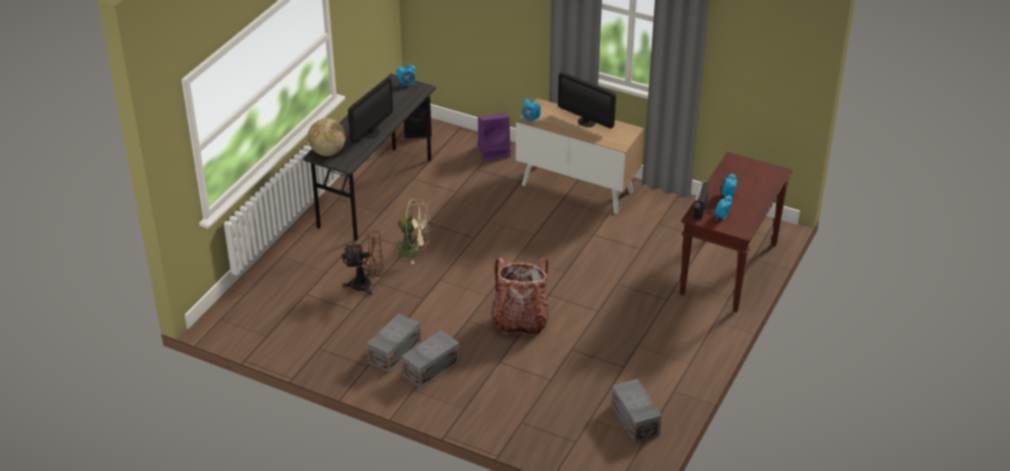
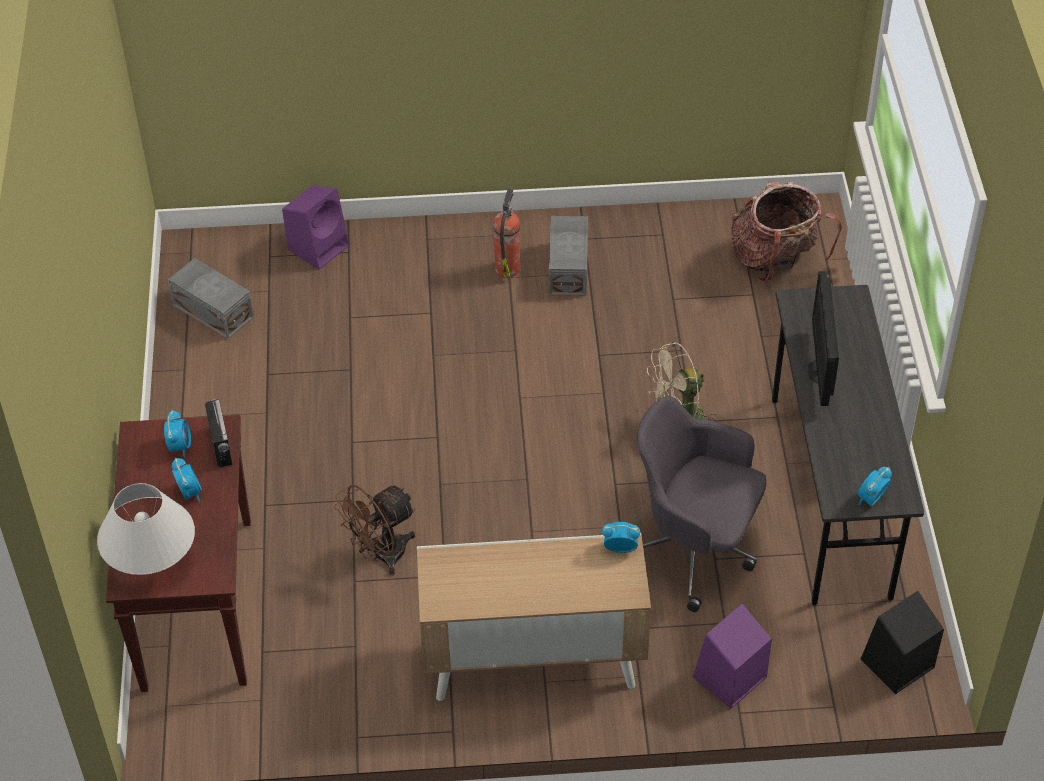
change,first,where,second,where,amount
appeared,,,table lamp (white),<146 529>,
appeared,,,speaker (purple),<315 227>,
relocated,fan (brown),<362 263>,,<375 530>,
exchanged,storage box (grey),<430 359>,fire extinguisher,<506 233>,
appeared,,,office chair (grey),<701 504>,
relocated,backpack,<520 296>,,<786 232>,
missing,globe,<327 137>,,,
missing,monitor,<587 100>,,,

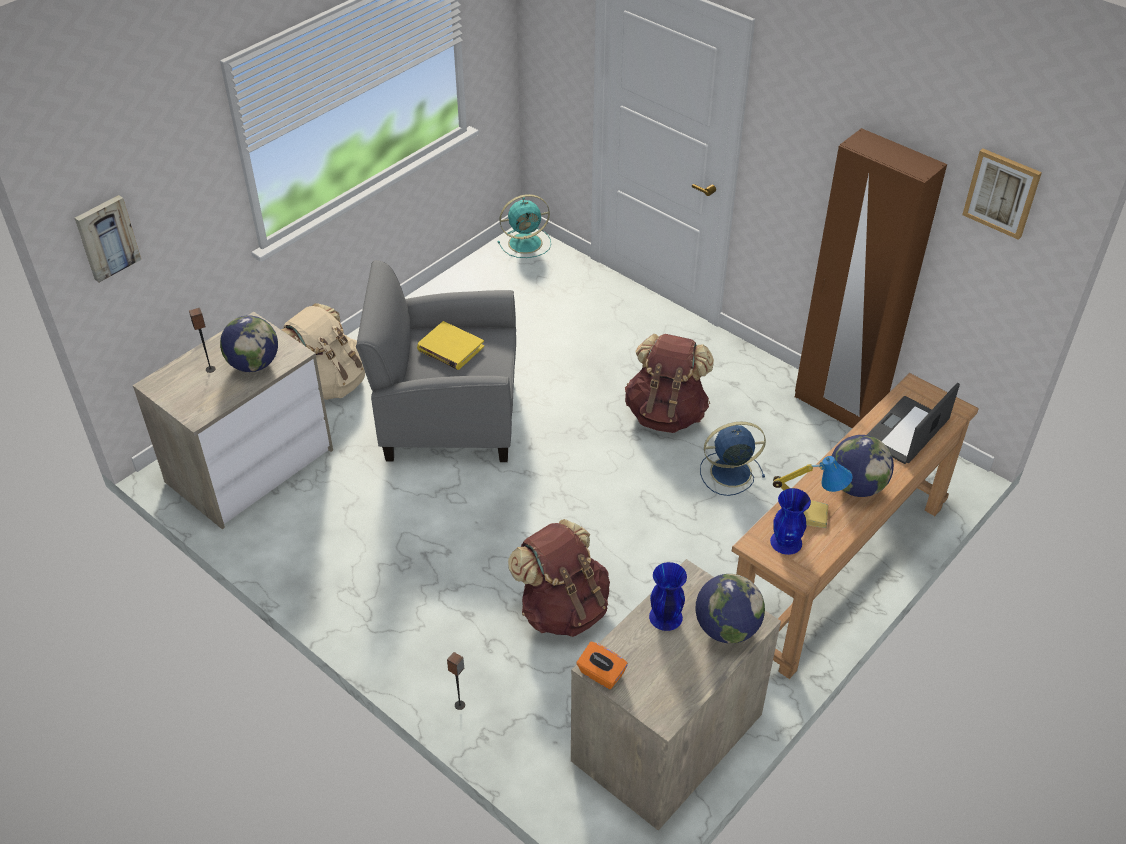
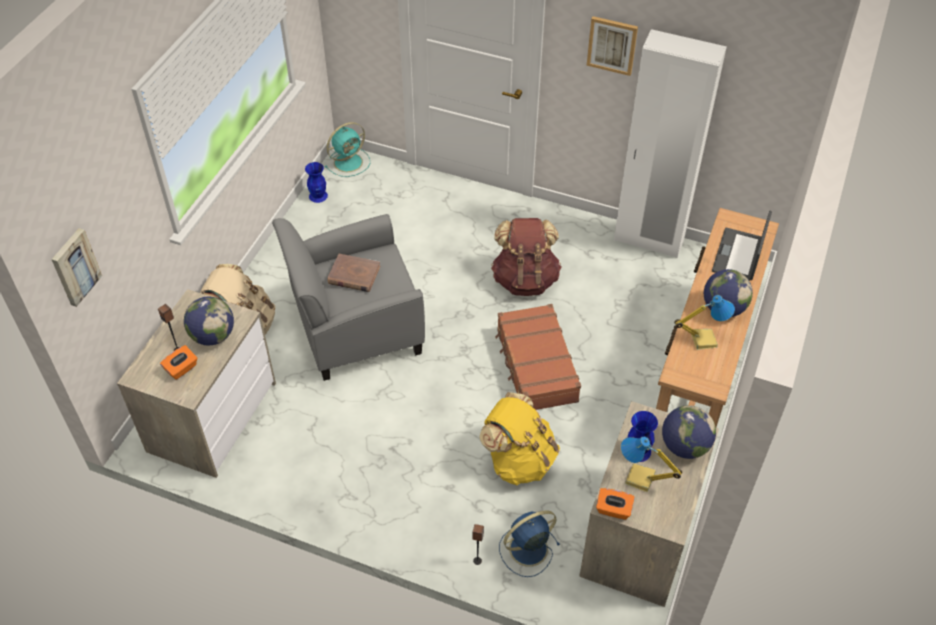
change,first,where,second,where,amount
appeared,,,tissue box (orange),<179 362>,
relocated,vase (blue),<790 521>,,<316 182>,
colour,book (yellow),<450 345>,book (brown),<353 273>,
colour,backpack (brown),<559 578>,backpack (yellow),<519 438>,
appeared,,,suitcase (brown),<538 357>,
relocated,fan (blue),<733 459>,,<529 543>,
relocated,picture,<1002 194>,,<612 46>,
colour,wardrobe (brown),<871 278>,wardrobe (white),<670 143>,
appeared,,,table lamp,<652 465>,

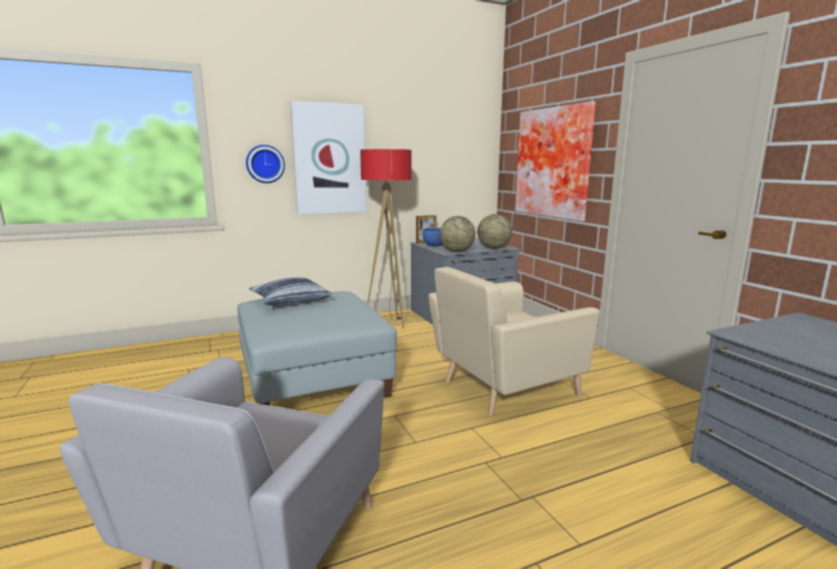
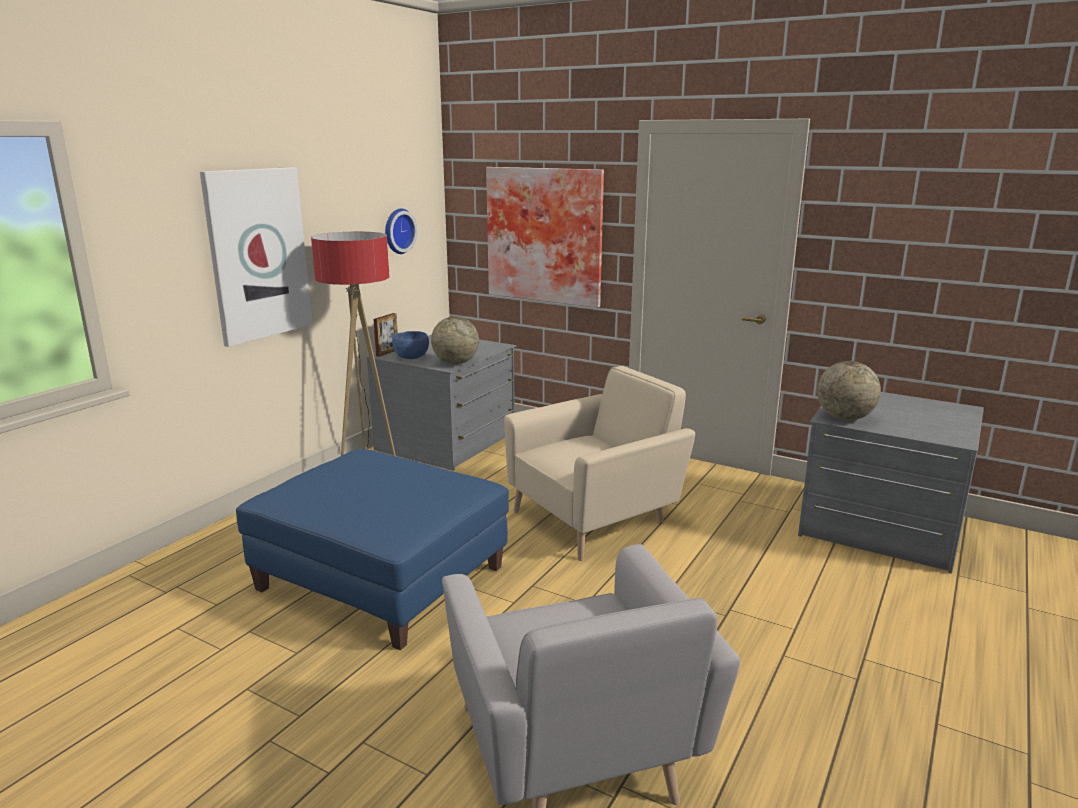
change,first,where,second,where,amount
colour,ottoman (grey),<317 348>,ottoman (blue),<372 549>,
relocated,wall clock,<265 164>,,<401 231>,
spun,armchair (beige),<514 341>,,<599 463>,150 degrees counterclockwise
relocated,globe,<494 231>,,<849 390>,
missing,pillow,<290 291>,,,

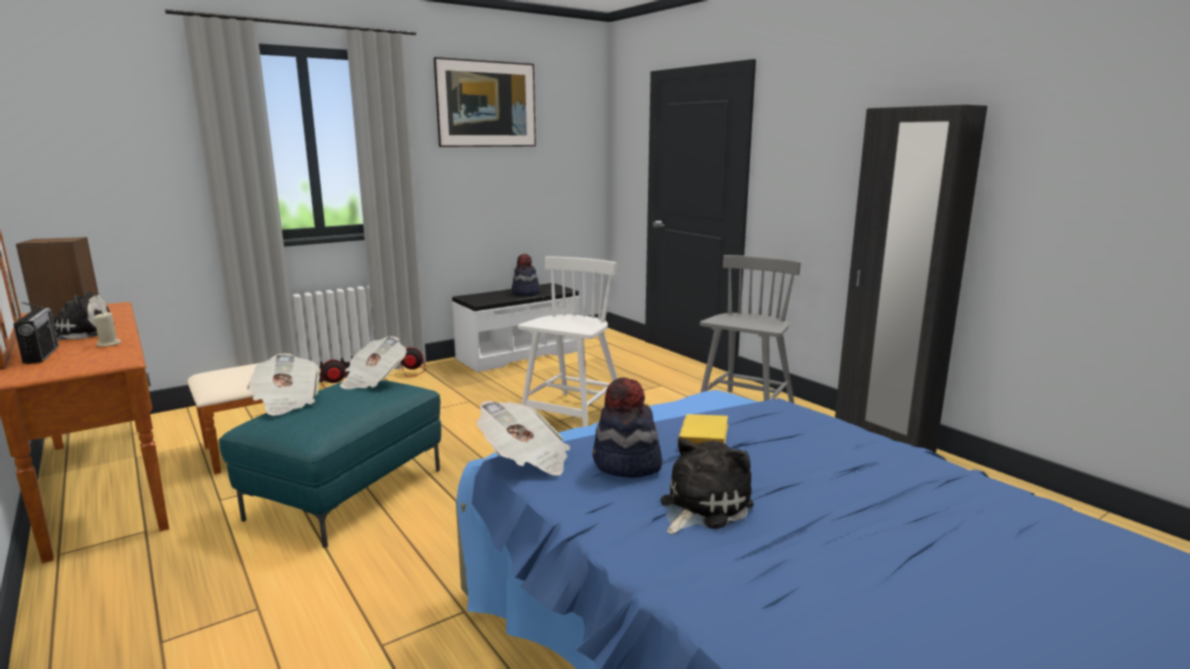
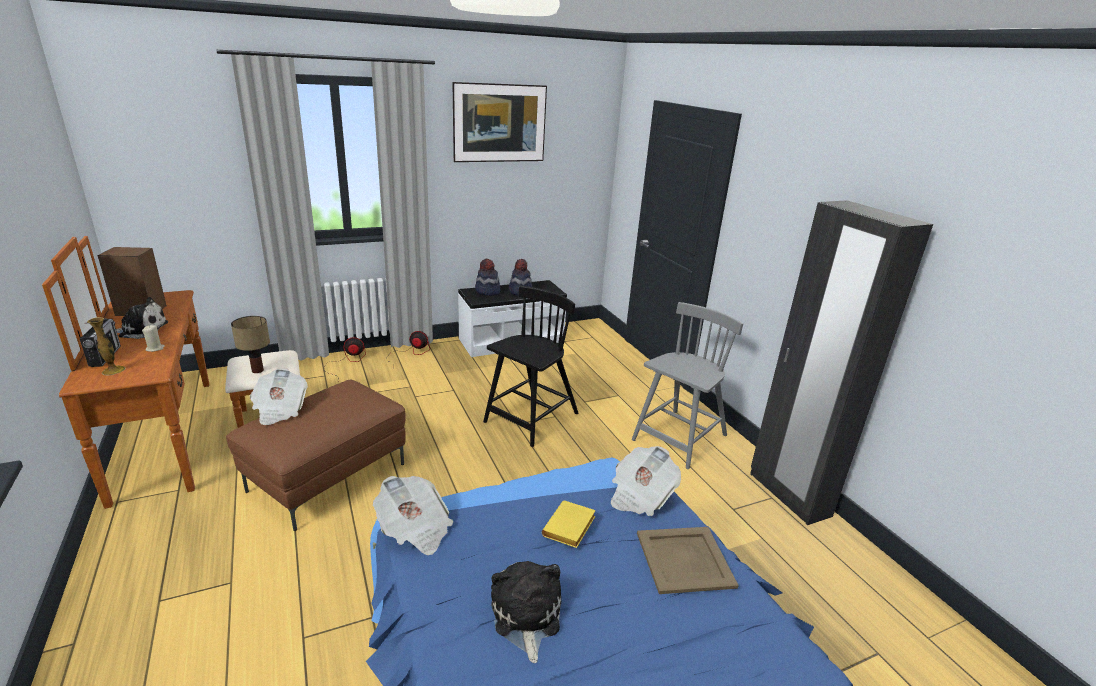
change,first,where,second,where,amount
appeared,,,vase,<106 346>,
colour,ottoman (turquoise),<330 464>,ottoman (brown),<316 455>,
appeared,,,table lamp,<250 344>,
relocated,hat,<627 428>,,<487 277>,
colour,chair (white),<568 341>,chair (black),<530 366>,
spun,plush toy,<707 486>,,<526 612>,60 degrees counterclockwise
relocated,newspaper,<373 362>,,<645 481>,
appeared,,,tray (beige),<688 560>,

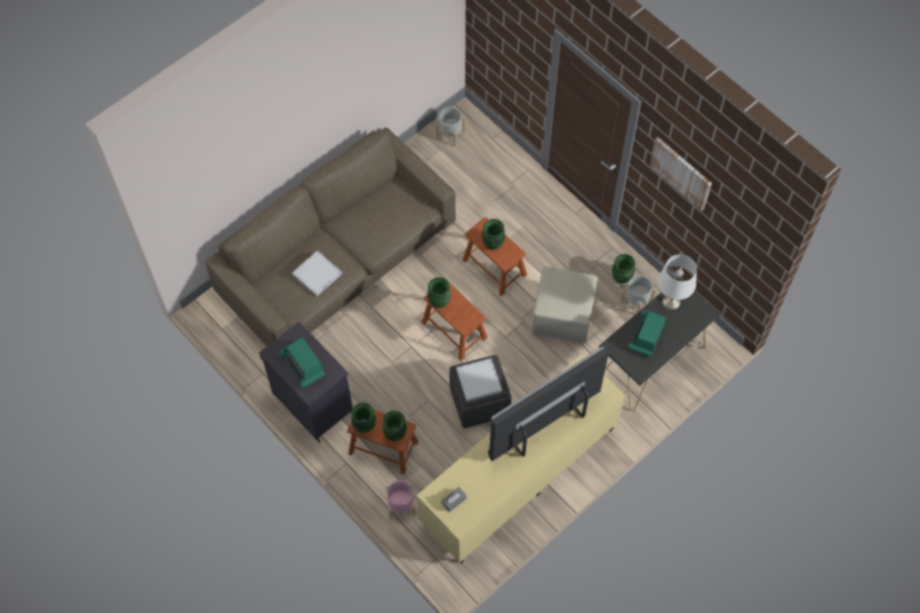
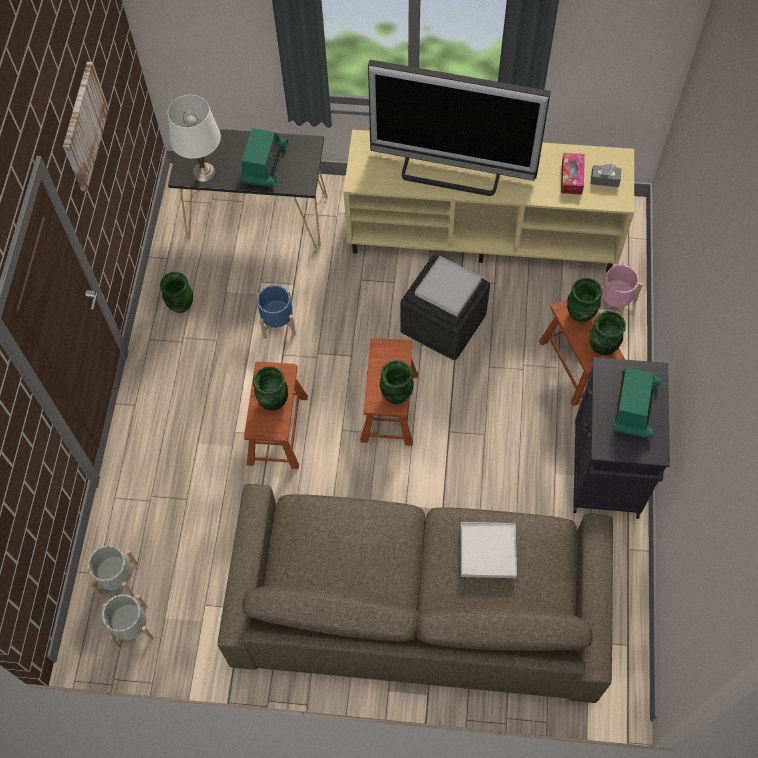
change,first,where,second,where,amount
relocated,planter (grey),<638 294>,,<113 571>,
spun,radio,<647 334>,,<264 158>,60 degrees counterclockwise
exchanged,ottoman (beige),<564 304>,planter (blue),<276 312>,
appeared,,,tissue box,<573 174>,

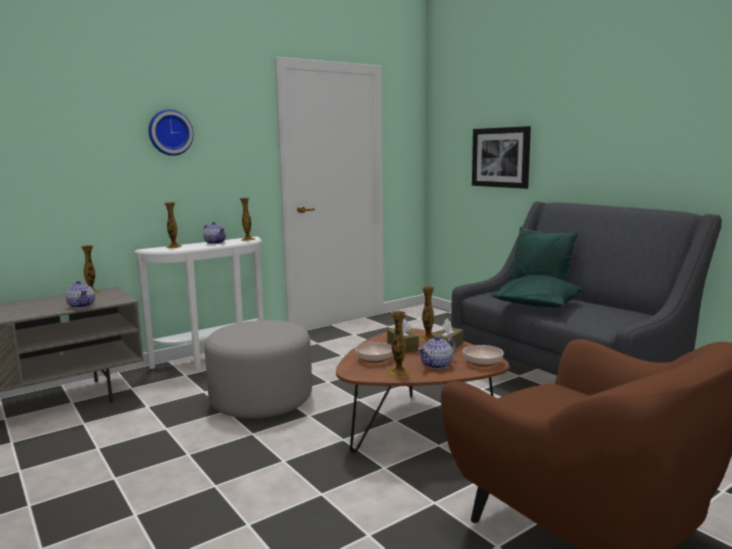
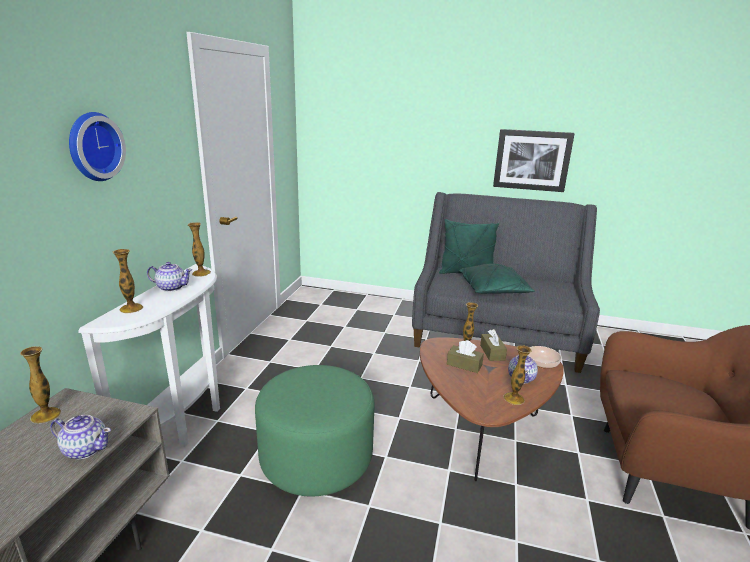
change,first,where,second,where,amount
colour,ottoman (grey),<258 369>,ottoman (green),<314 430>,
relocated,picture,<501 157>,,<534 160>,
missing,bowl,<374 353>,,,

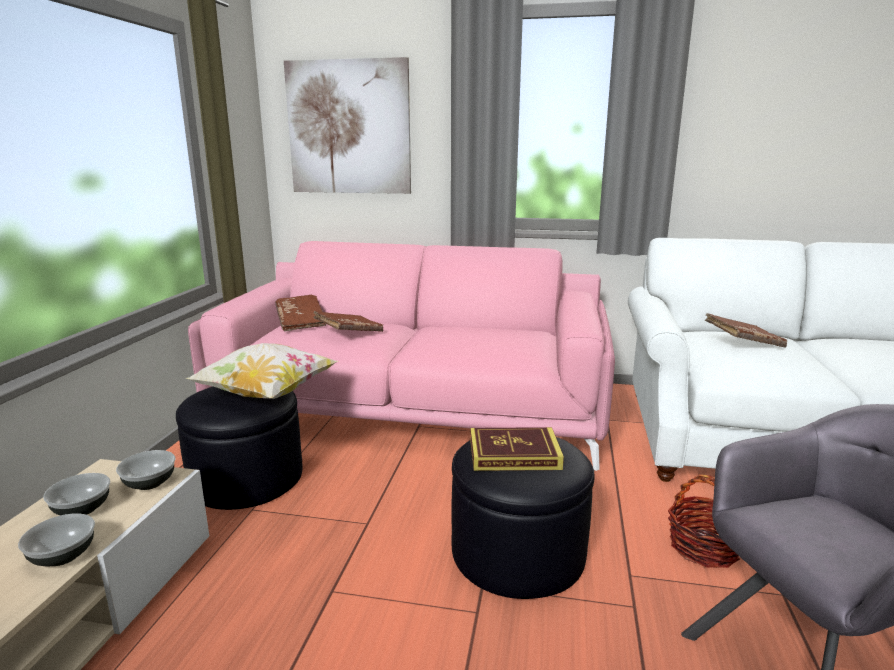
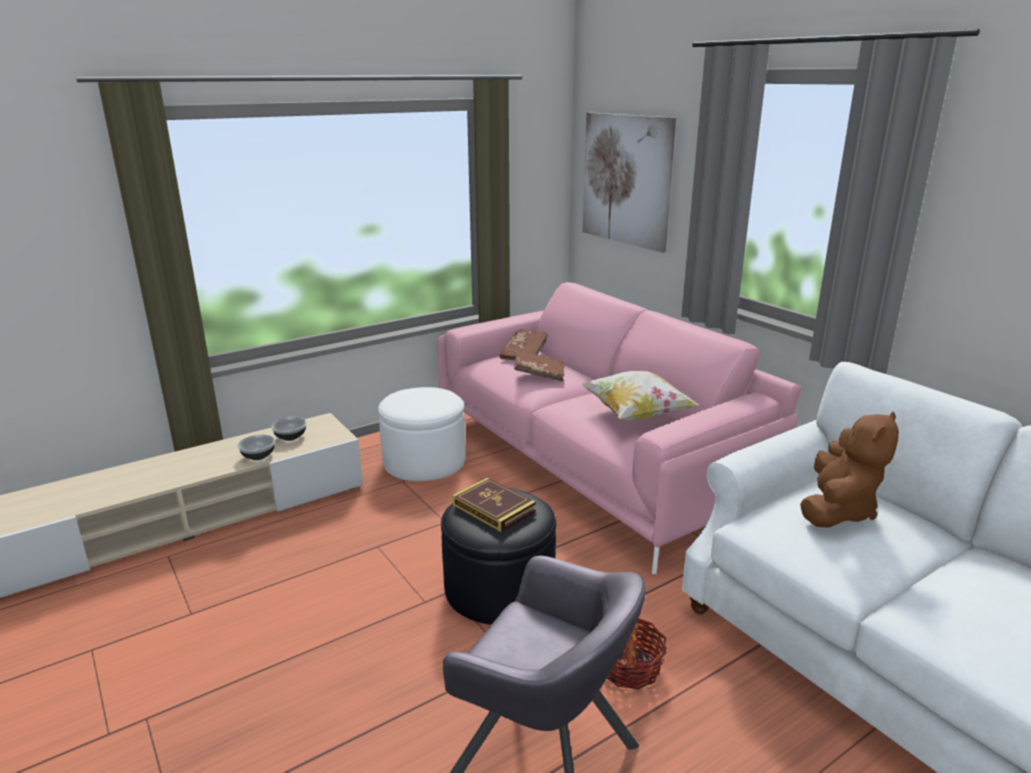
change,first,where,second,where,amount
colour,ottoman (black),<239 448>,ottoman (white),<422 434>,
relocated,pillow,<262 371>,,<640 395>,
exchanged,book (brown),<746 330>,plush toy (brown),<849 469>,
missing,bowl,<145 470>,,,

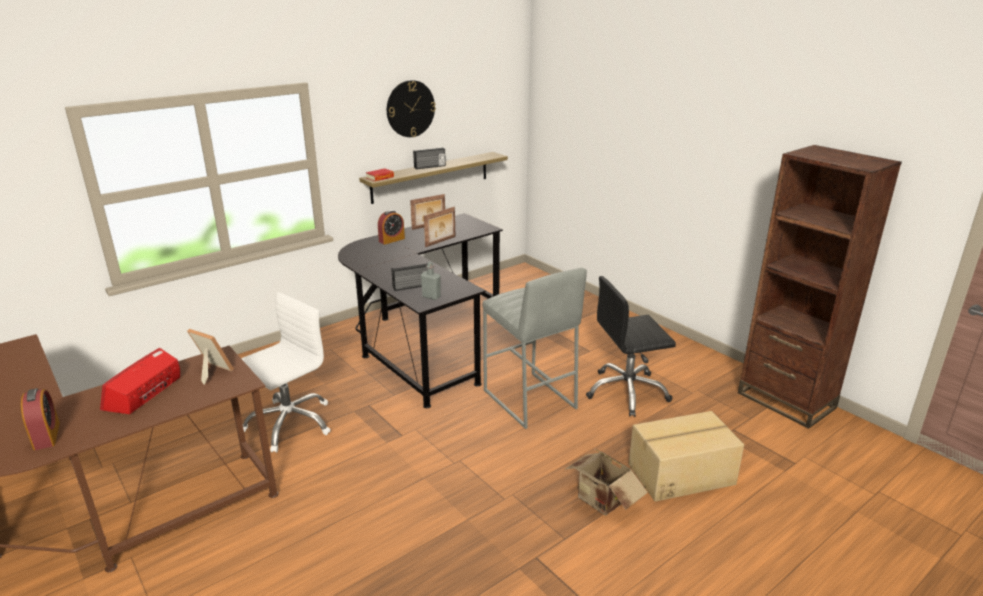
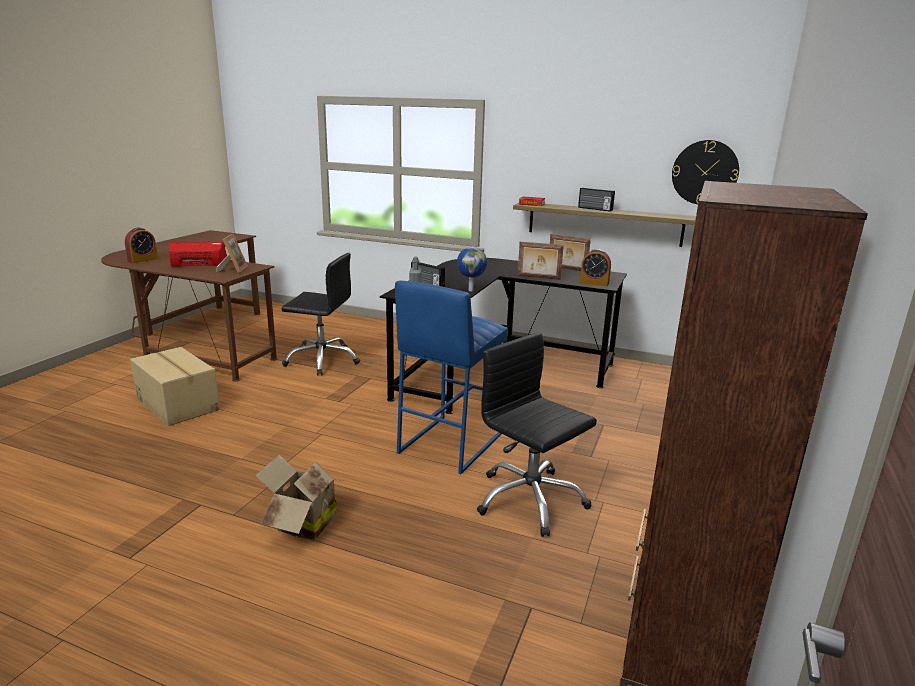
change,first,where,second,where,amount
relocated,cardboard box,<686 456>,,<175 386>,
colour,office chair (white),<286 372>,office chair (black),<321 314>,
colour,stool (grey),<535 348>,stool (blue),<451 377>,
appeared,,,globe,<472 269>,
relocated,alarm clock,<391 227>,,<595 267>,
relocated,wall clock,<411 108>,,<705 172>,

